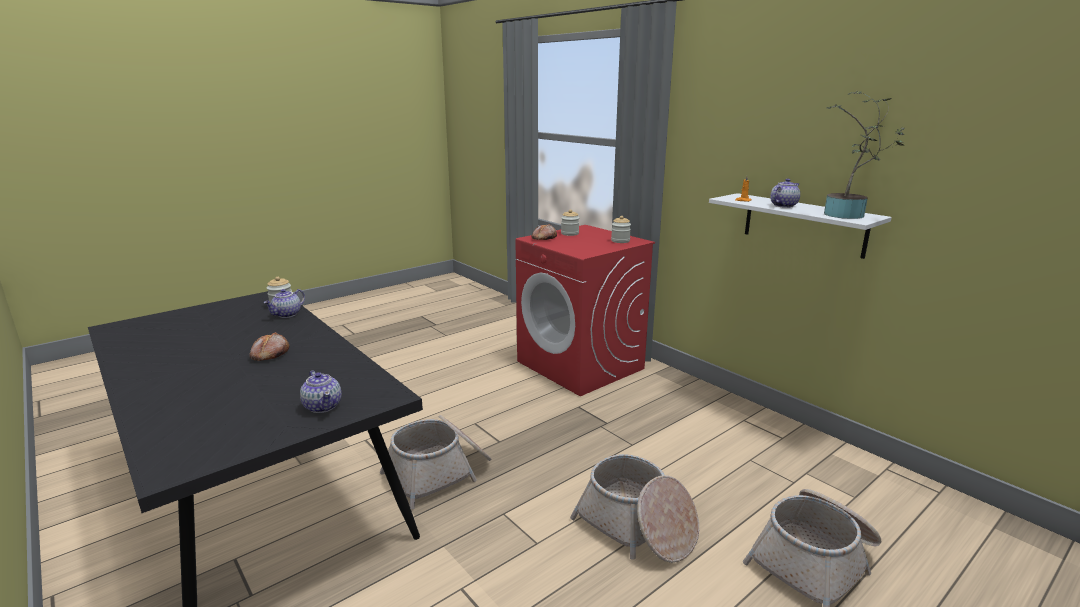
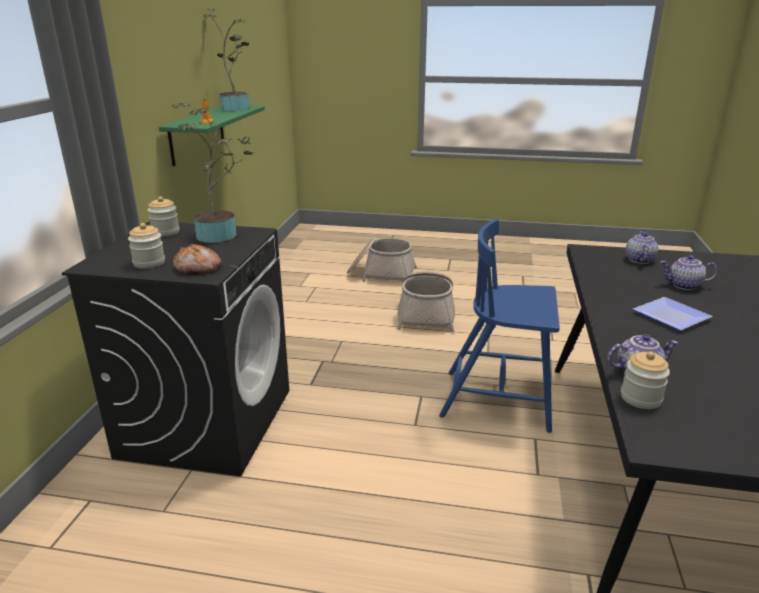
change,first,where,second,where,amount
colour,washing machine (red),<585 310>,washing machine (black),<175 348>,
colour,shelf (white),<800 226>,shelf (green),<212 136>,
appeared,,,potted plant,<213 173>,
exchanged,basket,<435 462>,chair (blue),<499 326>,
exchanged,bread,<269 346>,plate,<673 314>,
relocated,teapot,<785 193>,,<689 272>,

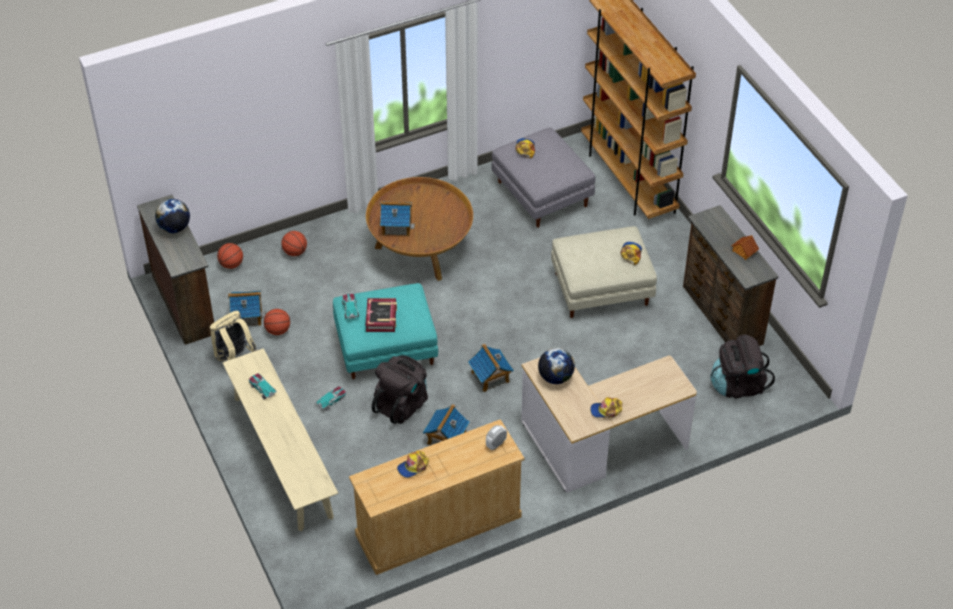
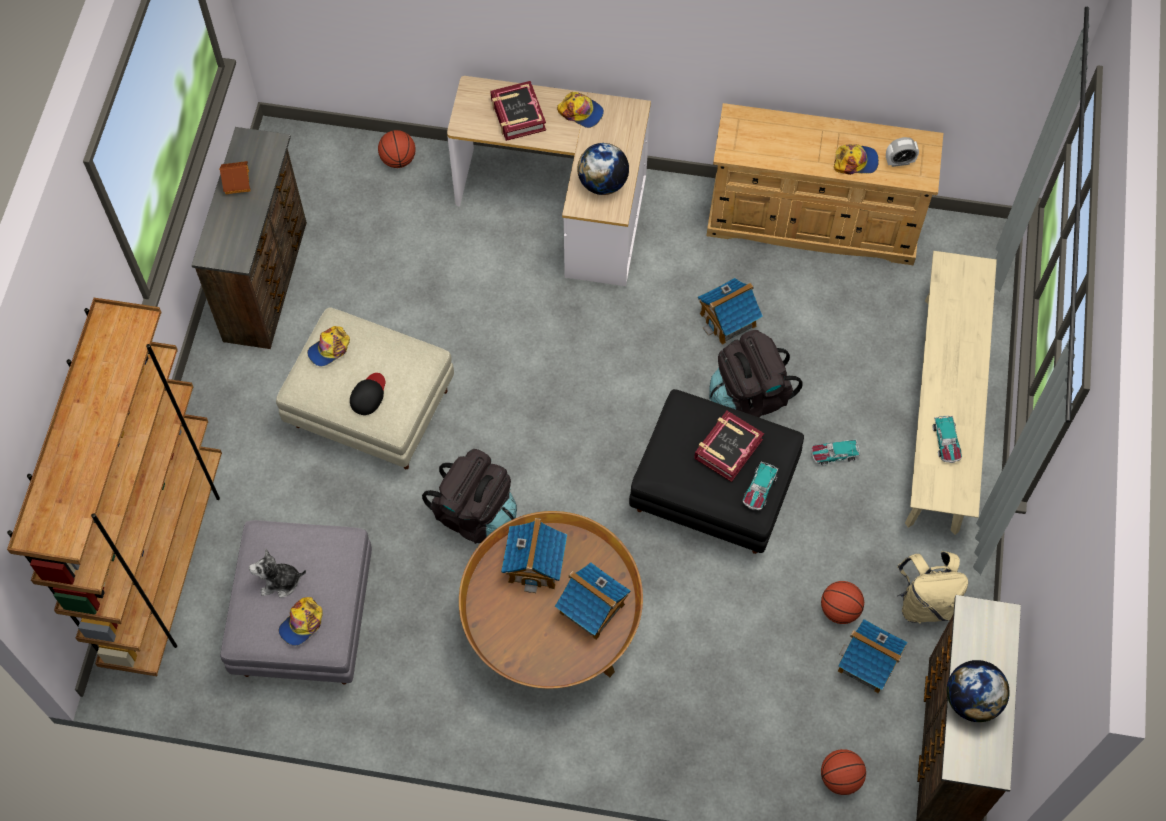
change,first,where,second,where,amount
appeared,,,plush toy,<277 573>,
appeared,,,cap (black),<367 394>,
relocated,basketball,<294 243>,,<397 149>,
relocated,backpack (black),<742 366>,,<469 496>,
appeared,,,book,<518 111>,
relocated,toy house,<491 368>,,<534 555>,
colour,ottoman (turquoise),<385 331>,ottoman (black),<716 471>,
relocated,alarm clock,<496 437>,,<902 152>,

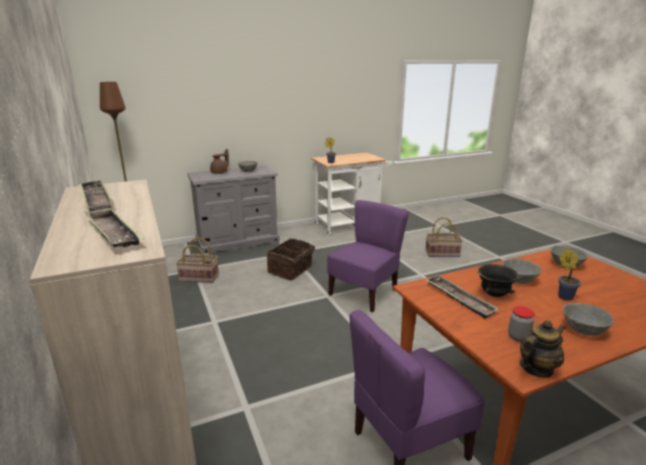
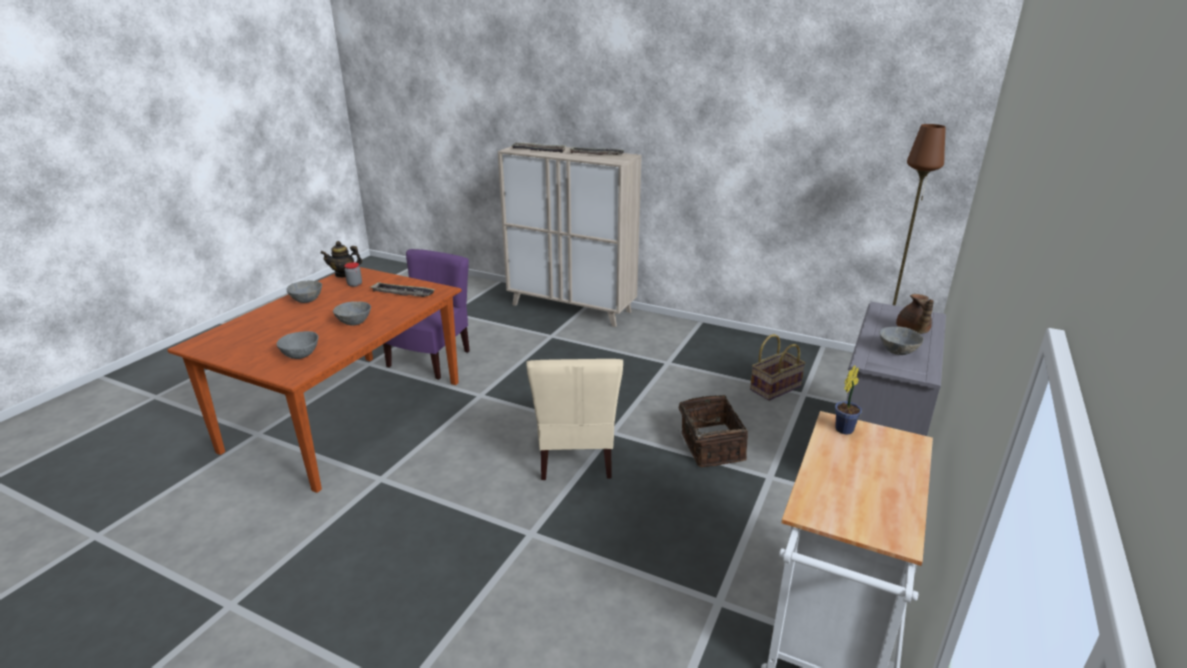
change,first,where,second,where,amount
spun,teapot,<542 348>,,<341 259>,60 degrees clockwise
colour,chair (purple),<368 256>,chair (beige),<574 419>,
missing,basket,<444 237>,,,
missing,bowl (black),<498 280>,,,
missing,potted plant,<569 274>,,,

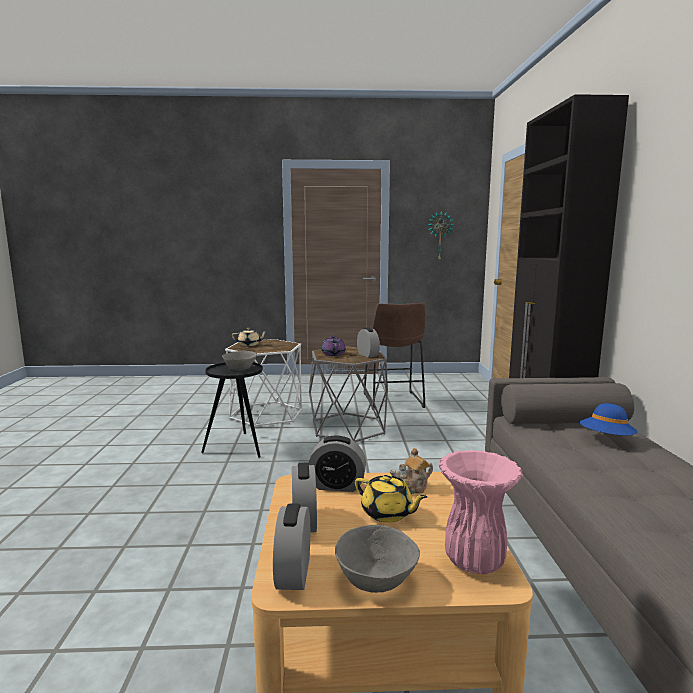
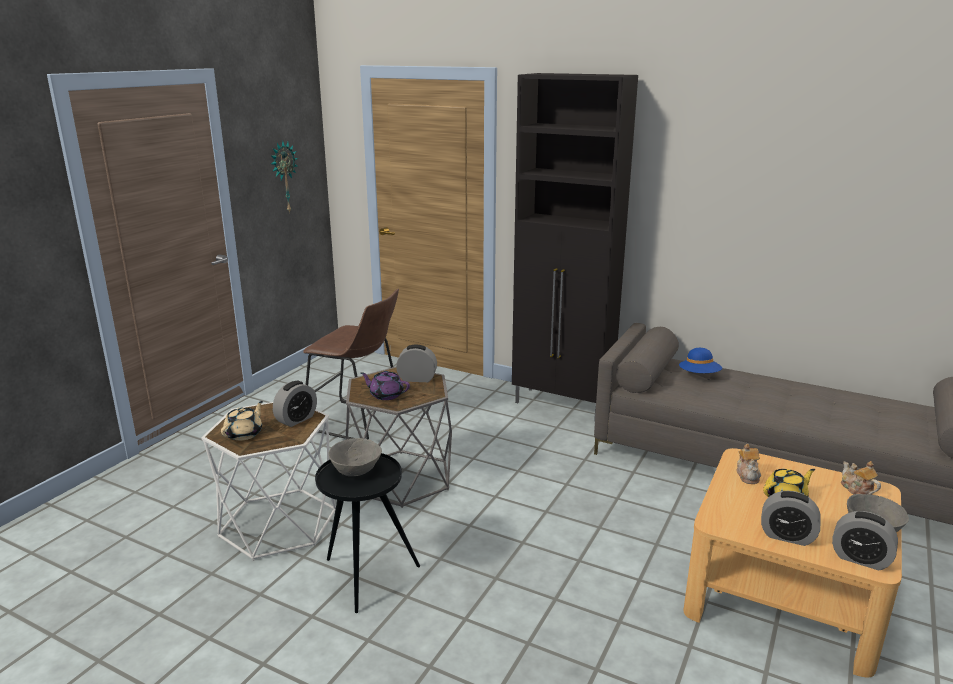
change,first,where,second,where,amount
relocated,alarm clock,<337 464>,,<295 404>,
exchanged,vase (pink),<481 512>,teapot,<861 478>,

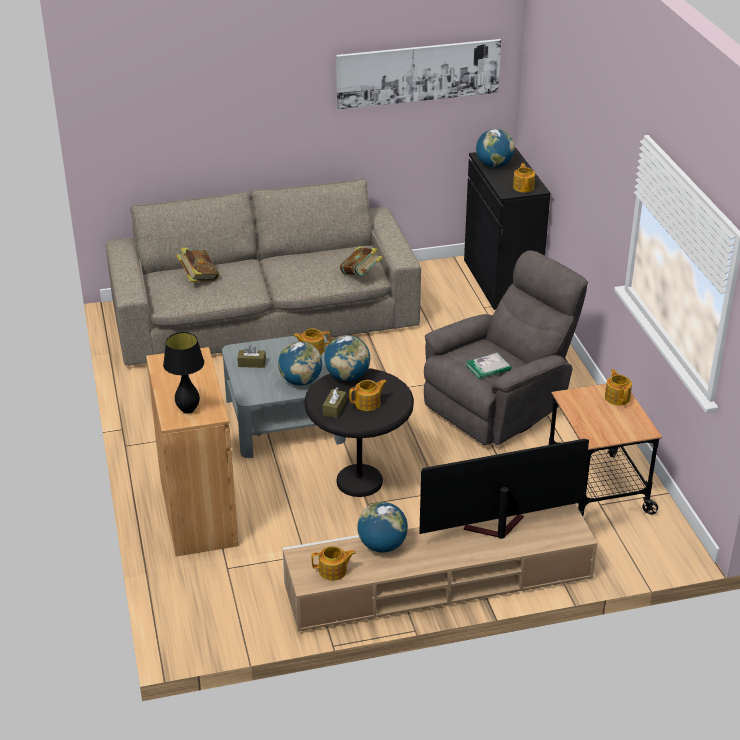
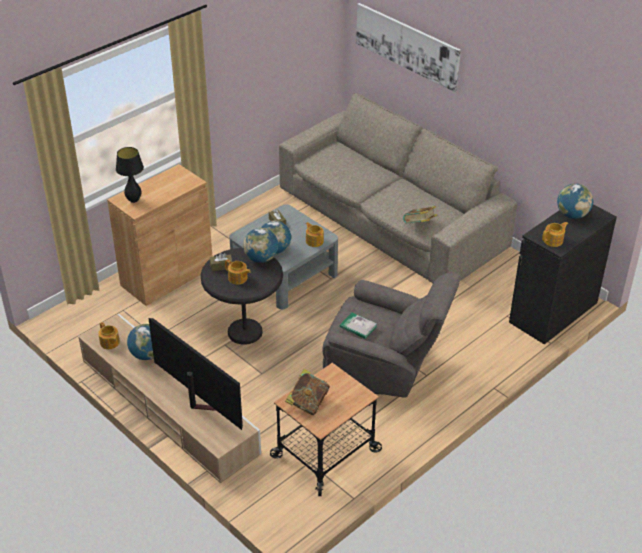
change,first,where,second,where,amount
relocated,book,<197 264>,,<307 392>,
relocated,picture,<418 74>,,<408 47>,
missing,teapot,<618 387>,,,

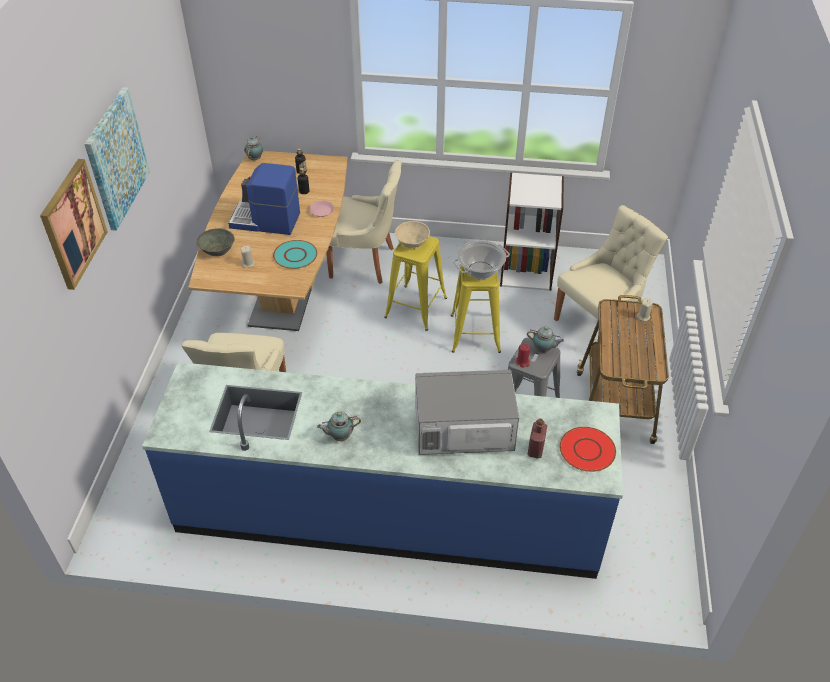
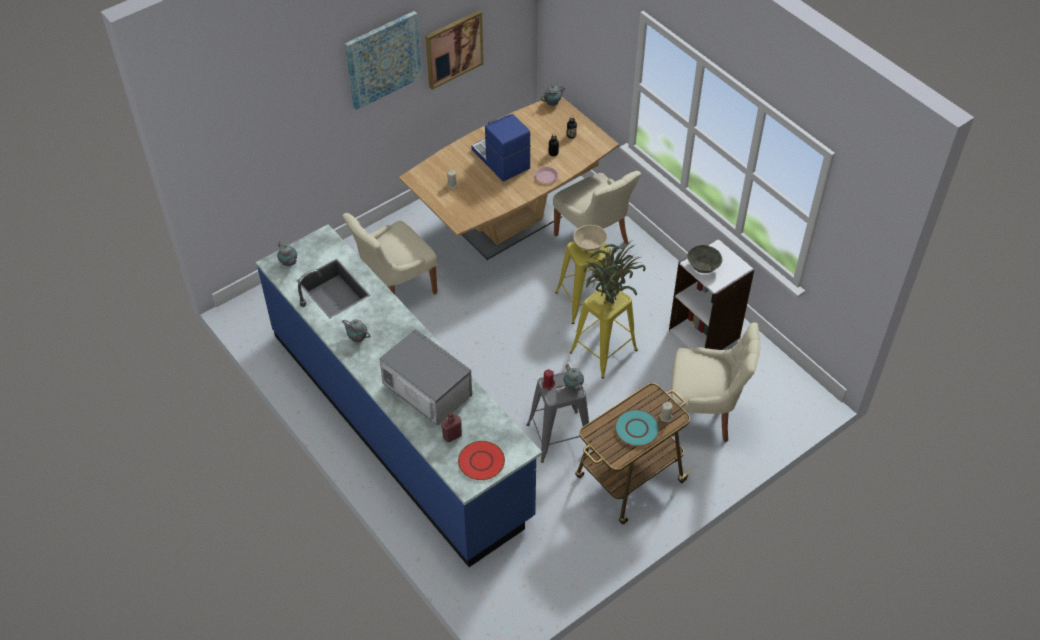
change,first,where,second,where,amount
appeared,,,teapot,<287 254>,
relocated,picture,<74 224>,,<454 50>,
exchanged,cooking pot,<481 259>,potted plant,<615 272>,
relocated,plate (turquoise),<295 254>,,<637 428>,
relocated,bowl (grey),<215 242>,,<704 259>,

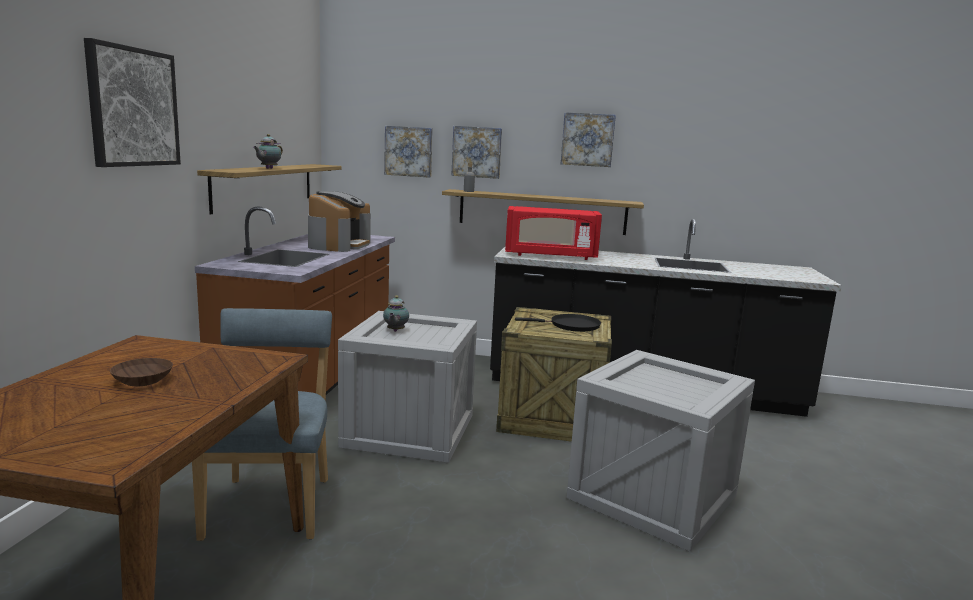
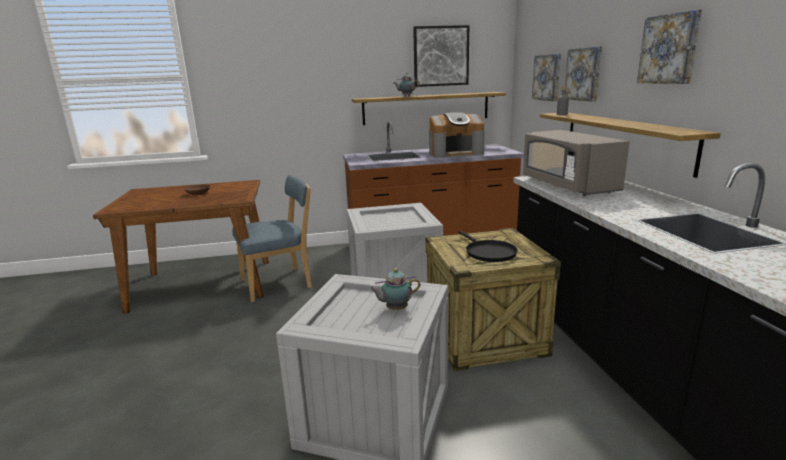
change,first,where,second,where,amount
relocated,teapot,<396 313>,,<394 289>,
relocated,picture,<132 102>,,<441 56>,
colour,microwave (red),<553 233>,microwave (grey),<576 163>,

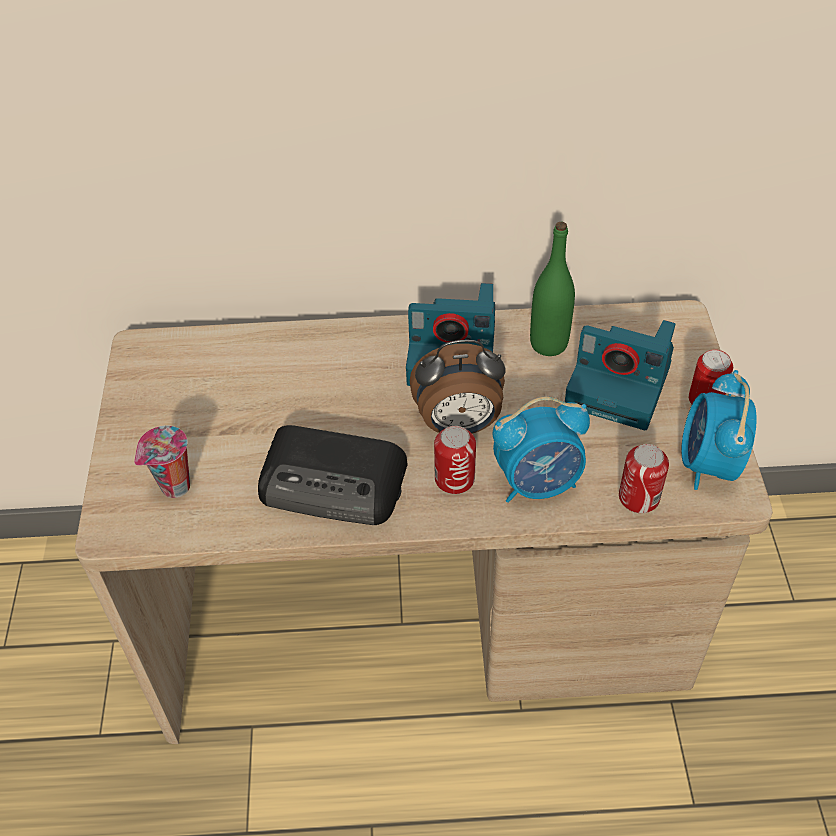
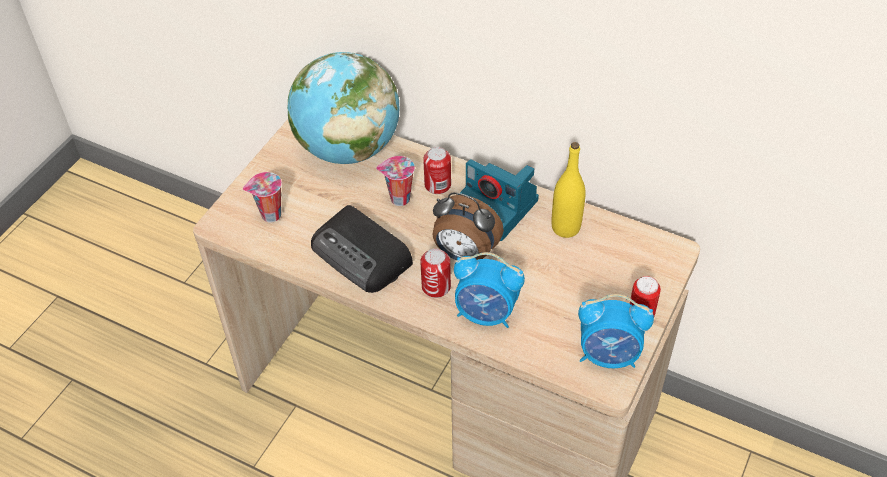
change,first,where,second,where,amount
appeared,,,globe,<343 108>,
appeared,,,cup,<395 181>,
relocated,can,<644 478>,,<437 170>,
colour,bottle (green),<552 288>,bottle (yellow),<568 190>,
spun,alarm clock,<719 430>,,<616 331>,120 degrees counterclockwise
missing,photo camera,<620 375>,,,

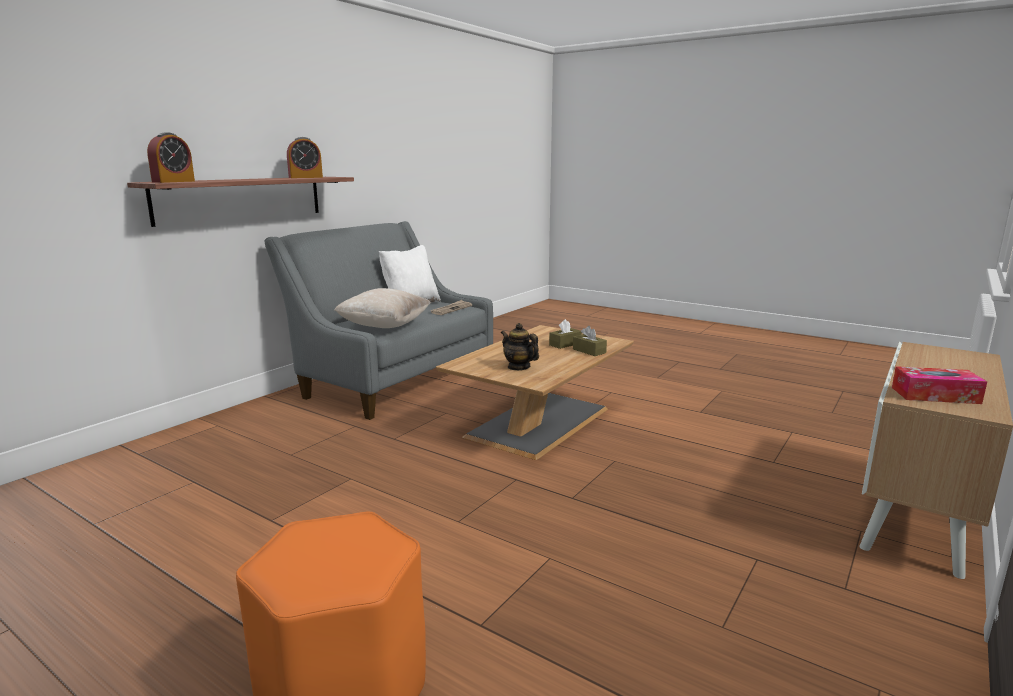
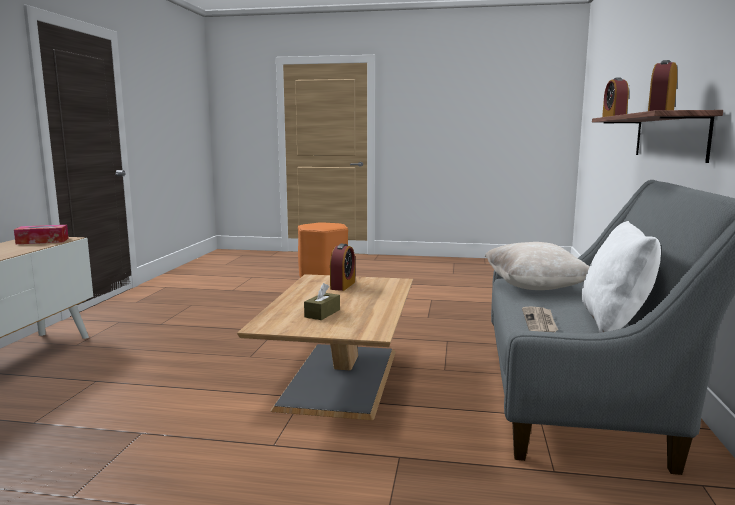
change,first,where,second,where,amount
exchanged,teapot,<520 347>,alarm clock,<342 267>,
missing,tissue box (brown),<590 341>,,,

